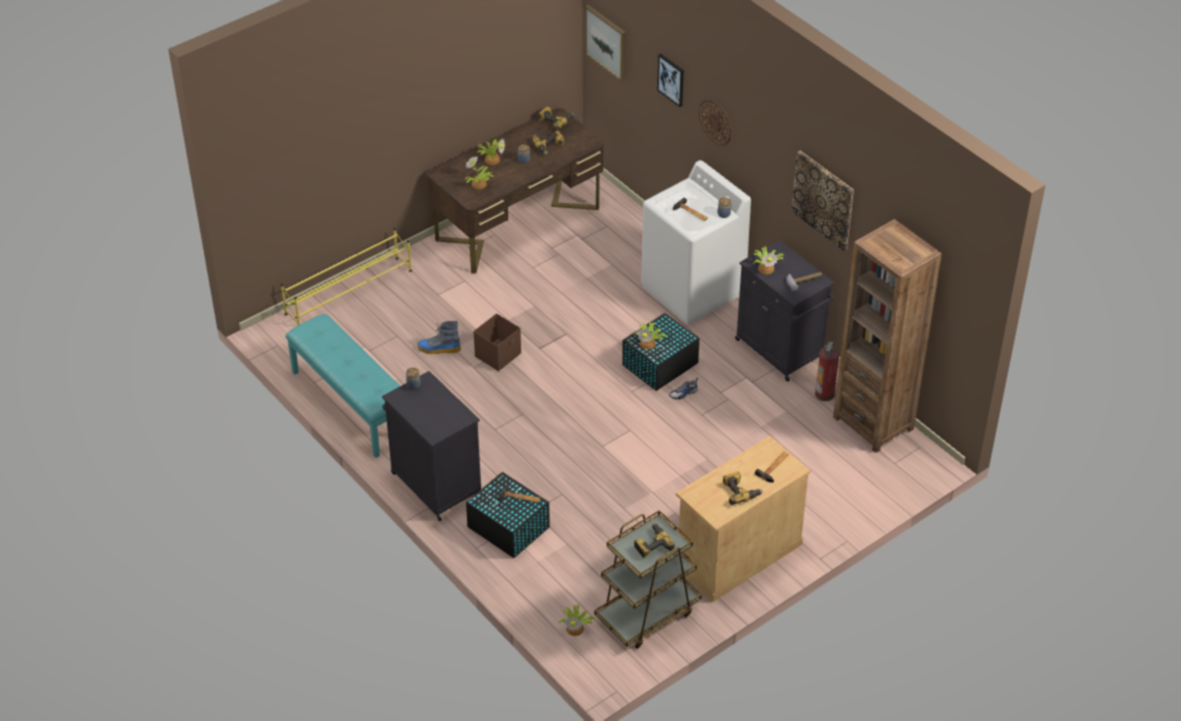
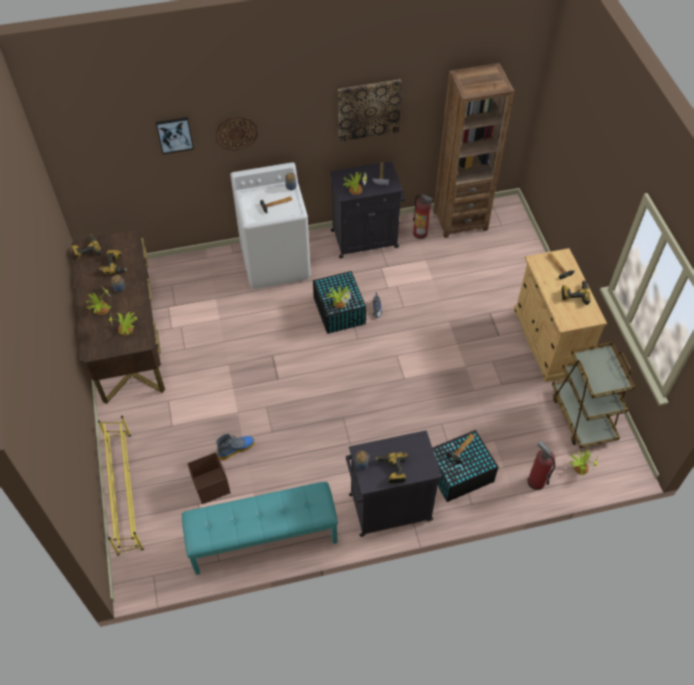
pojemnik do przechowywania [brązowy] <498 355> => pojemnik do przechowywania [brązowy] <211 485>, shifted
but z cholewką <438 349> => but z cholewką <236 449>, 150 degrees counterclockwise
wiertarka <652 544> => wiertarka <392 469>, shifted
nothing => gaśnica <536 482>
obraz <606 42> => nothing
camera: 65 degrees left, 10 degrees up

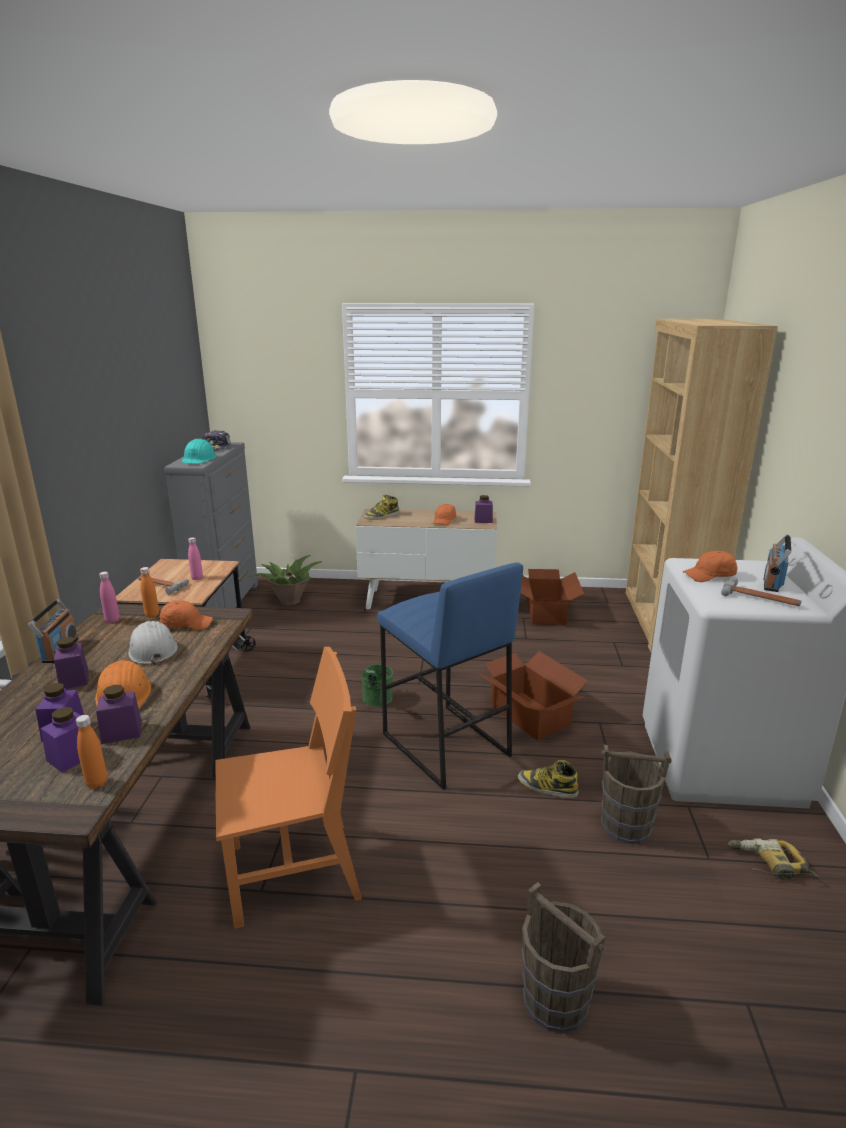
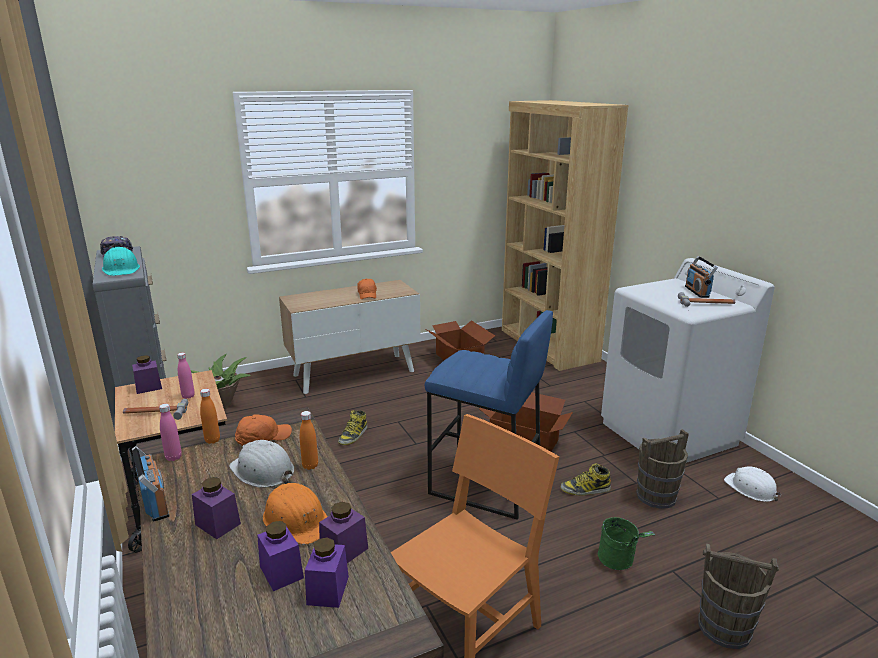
słoik [fioletowy] <483 520> => słoik [fioletowy] <148 387>, shifted
butelka [pomarańczowy] <97 783> => butelka [pomarańczowy] <310 466>, shifted
but z cholewką <381 516> => but z cholewką <353 435>, shifted
wiadro [zielony] <376 702> => wiadro [zielony] <620 562>, shifted
wiertarka <769 865> => kask [biały] <751 488>
czapka z daszkiem [pomarańczowy] <710 576> => nothing
camera: 30 degrees left, 0 degrees up

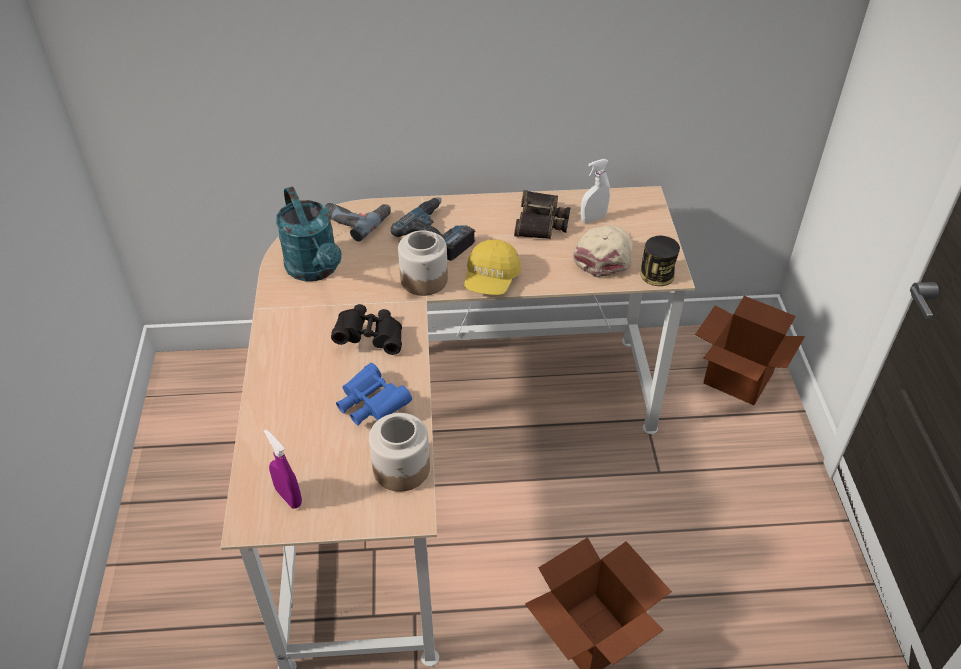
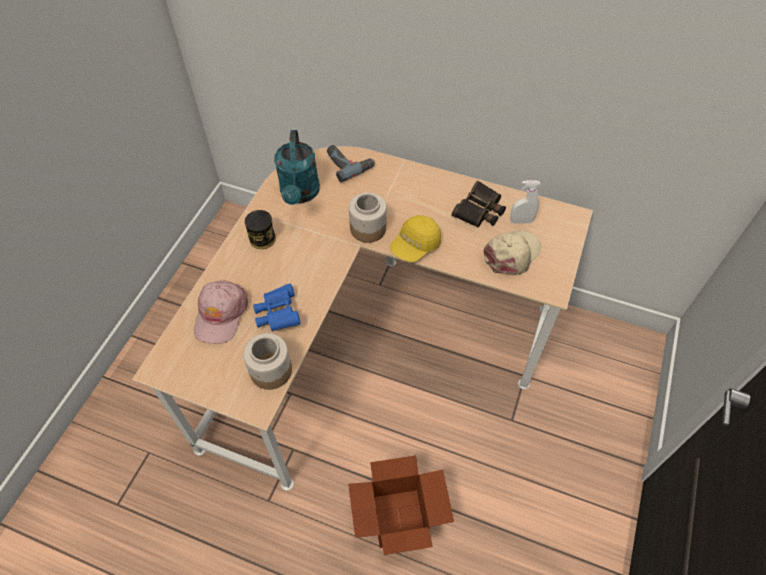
nothing => czapka z daszkiem [różowy] <220 315>
puszka <657 274> => puszka <262 238>, shifted
spryskiwacz [fioletowy] <288 497> => nothing
lornetka [czarny] <370 338> => nothing
wiertarka <439 234> => nothing
karton <738 378> => nothing
camera: 25 degrees right, 10 degrees up

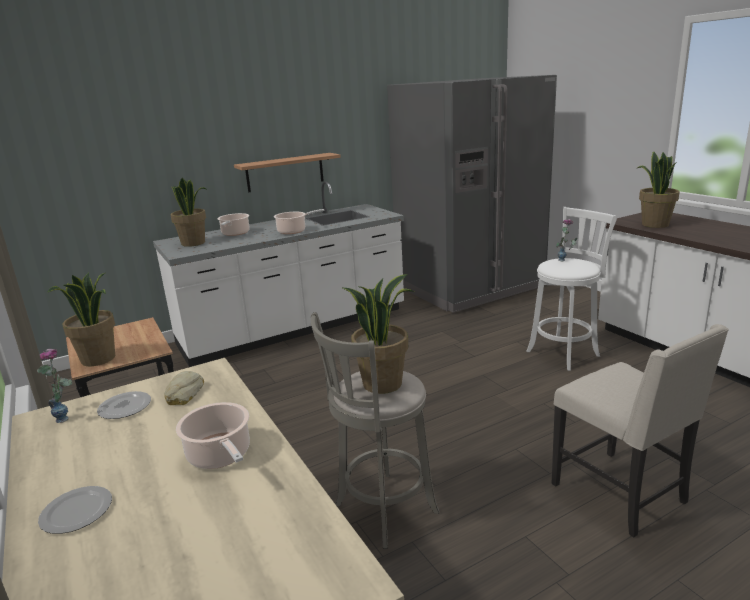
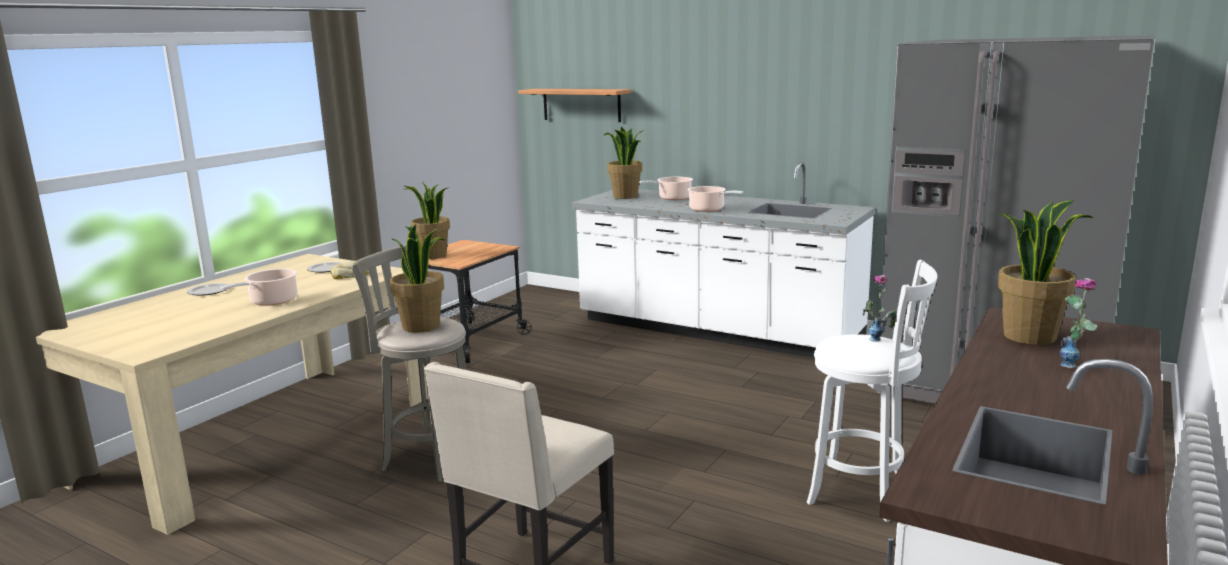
półka <285 172> => półka <581 105>, shifted
wazon <66 415> => wazon <1074 364>, shifted
camera: 60 degrees right, 5 degrees down

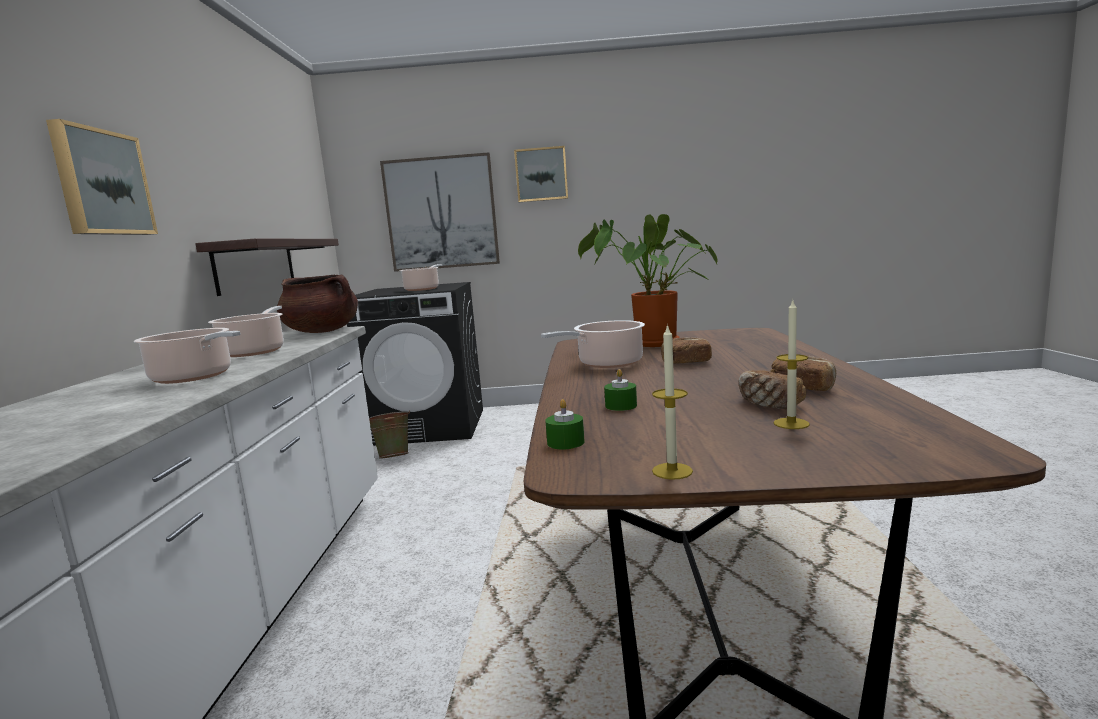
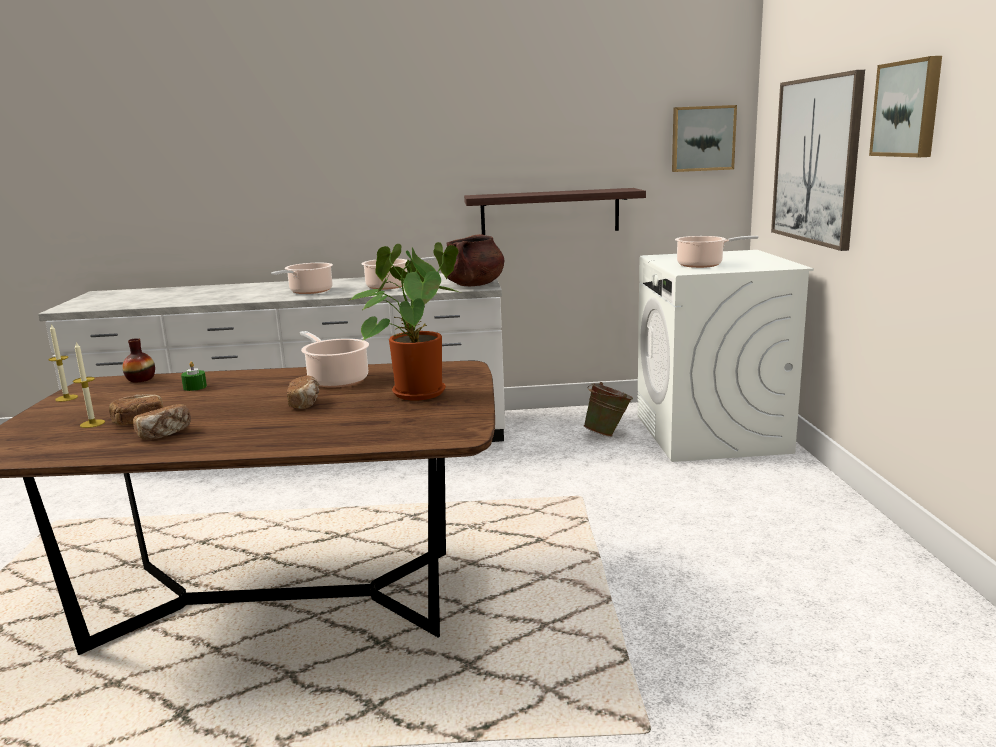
świeca [zielony] <565 442> => wazon <141 379>
pralka [czarny] <429 426> => pralka [biały] <711 434>
obraz <101 183> => obraz <702 138>, shifted
camera: 85 degrees right, 5 degrees up

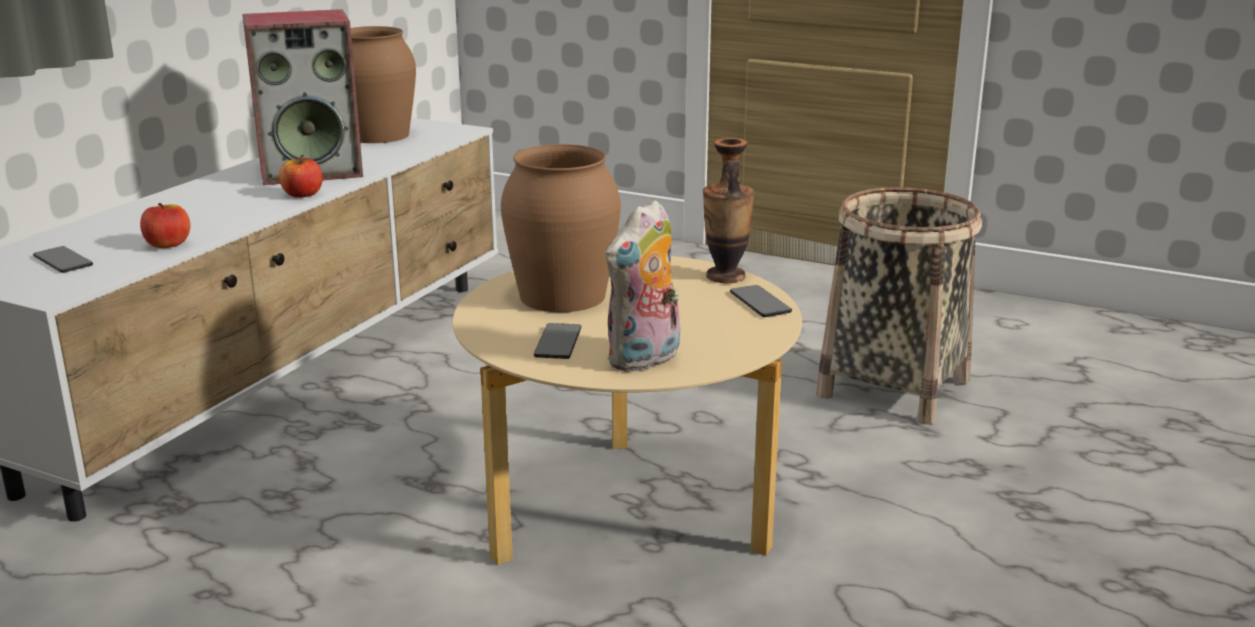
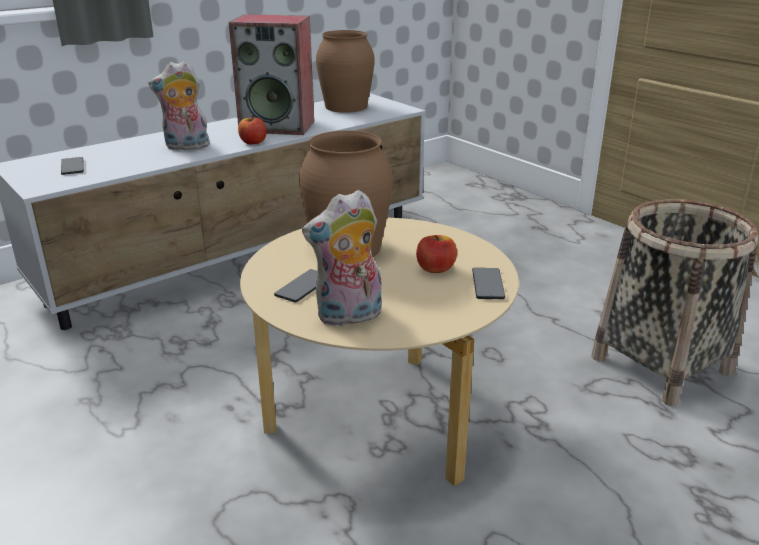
nothing => pluszak <186 147>
jabłko <168 244> => jabłko <435 269>, shifted
wazon <725 277> => nothing
camera: 25 degrees right, 5 degrees up

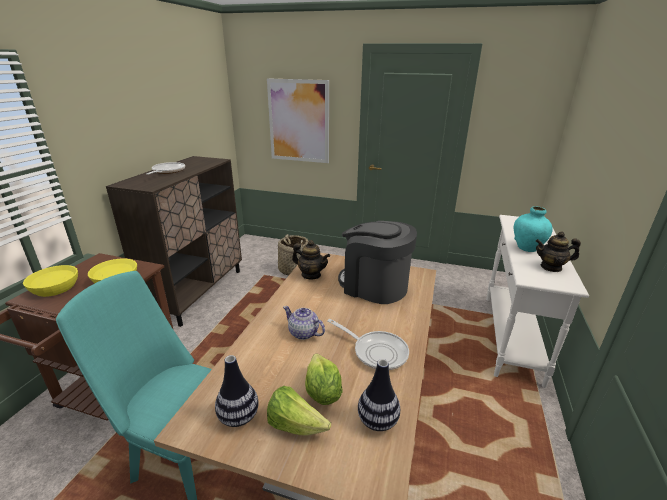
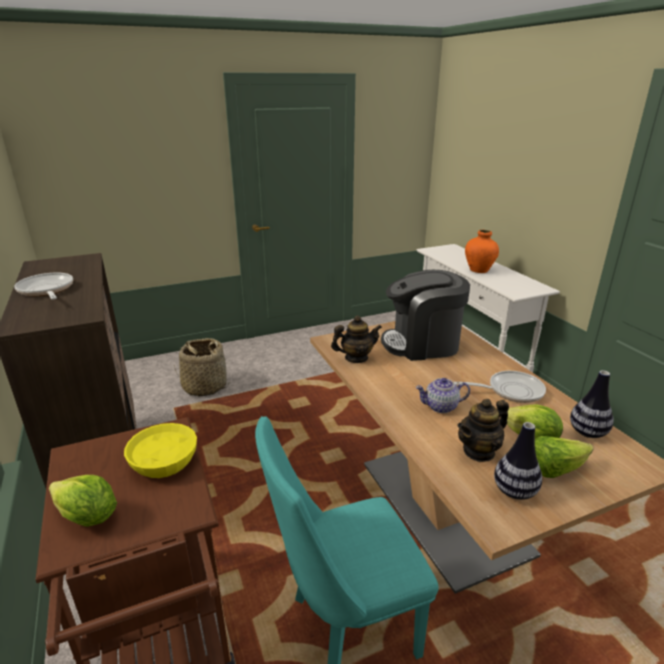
miska [żółty] <55 288> => sałata <87 517>
imbryk <551 267> => imbryk <479 451>, shifted
wazon [turkusowy] <527 248> => wazon [pomarańczowy] <478 270>
obraz <299 121> => nothing
camera: 40 degrees left, 0 degrees up

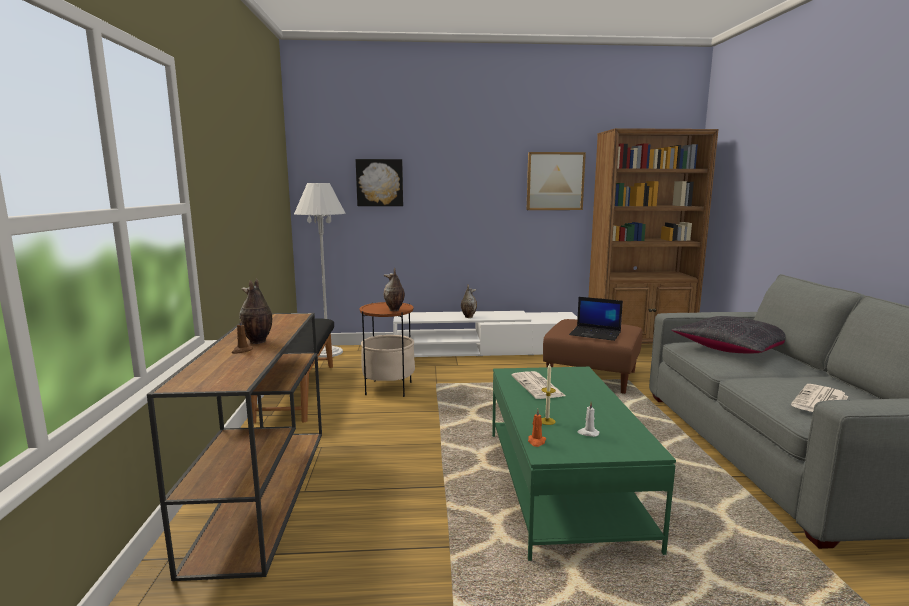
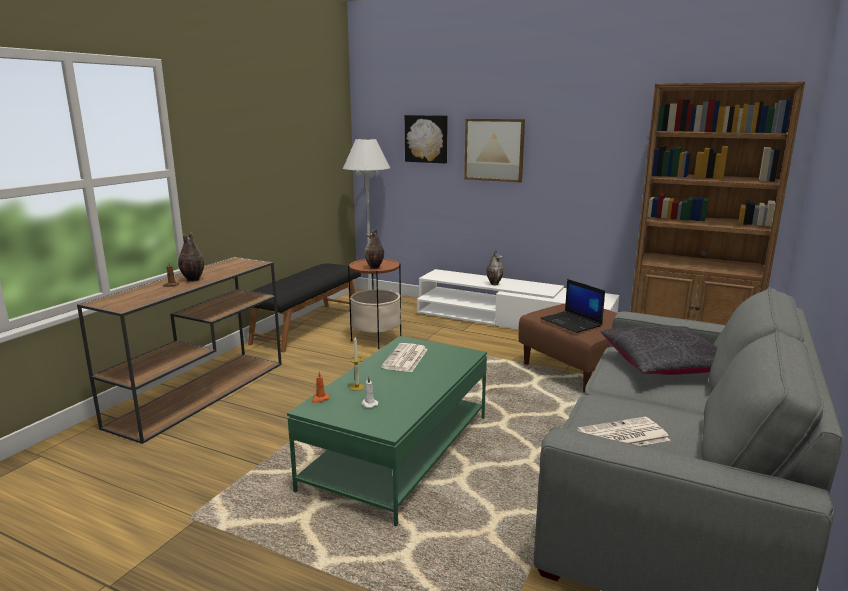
obraz <555 181> => obraz <494 150>, shifted
camera: 30 degrees right, 5 degrees up

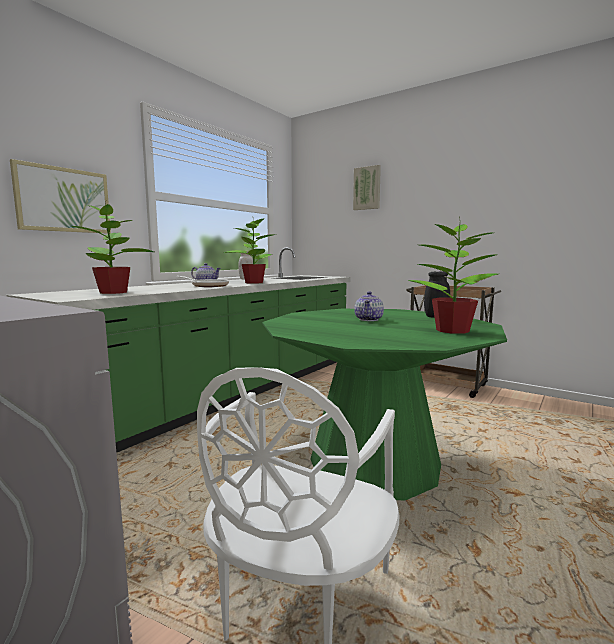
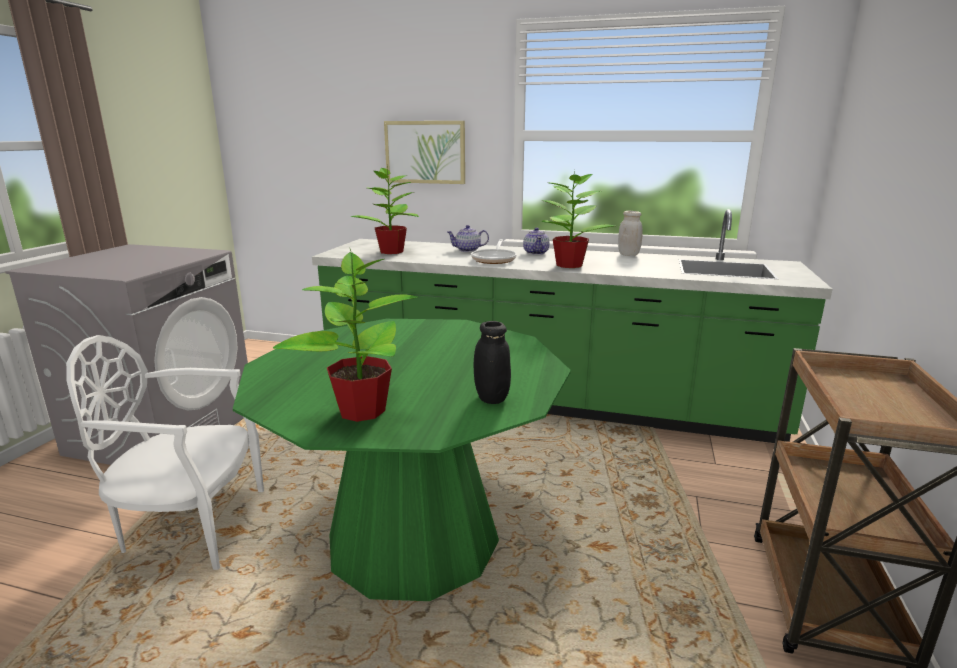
imbryk <369 319> => imbryk <468 250>, shifted
obraz <367 188> => nothing
camera: 70 degrees right, 10 degrees up

